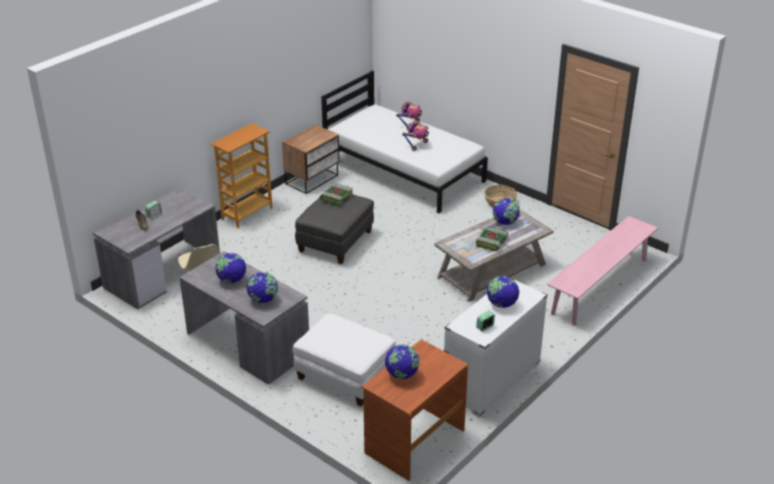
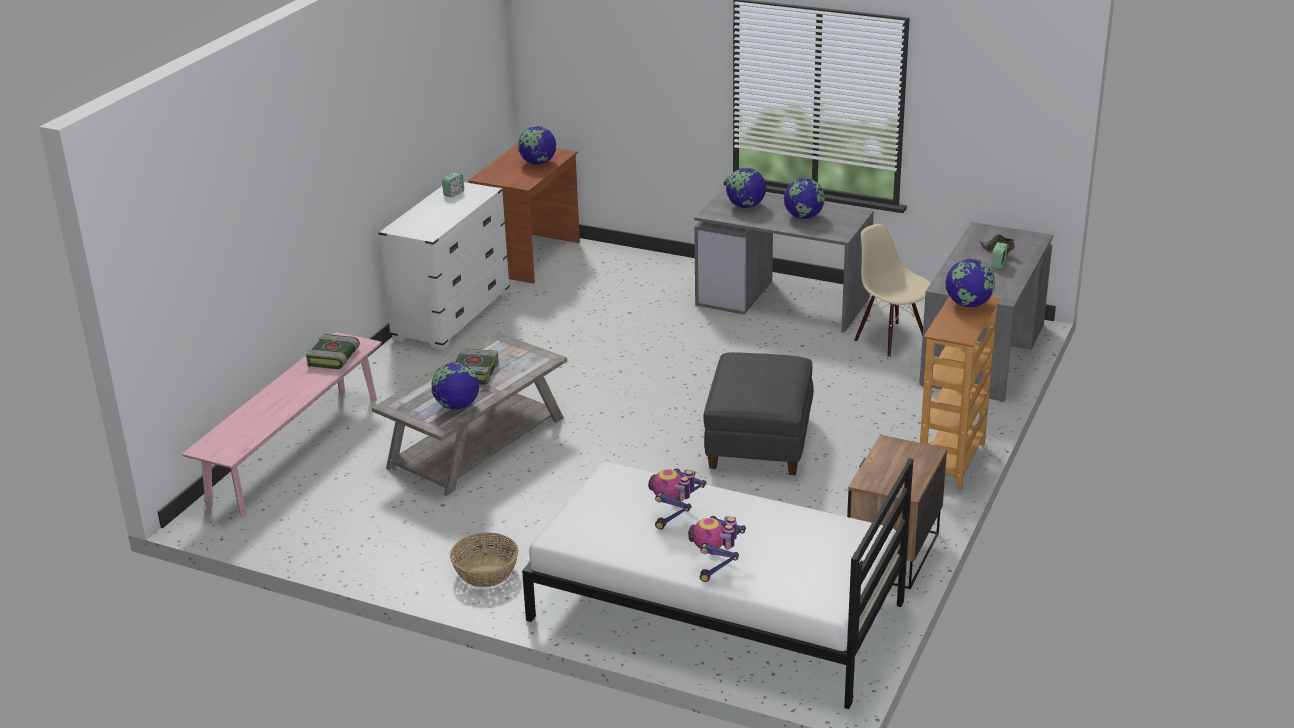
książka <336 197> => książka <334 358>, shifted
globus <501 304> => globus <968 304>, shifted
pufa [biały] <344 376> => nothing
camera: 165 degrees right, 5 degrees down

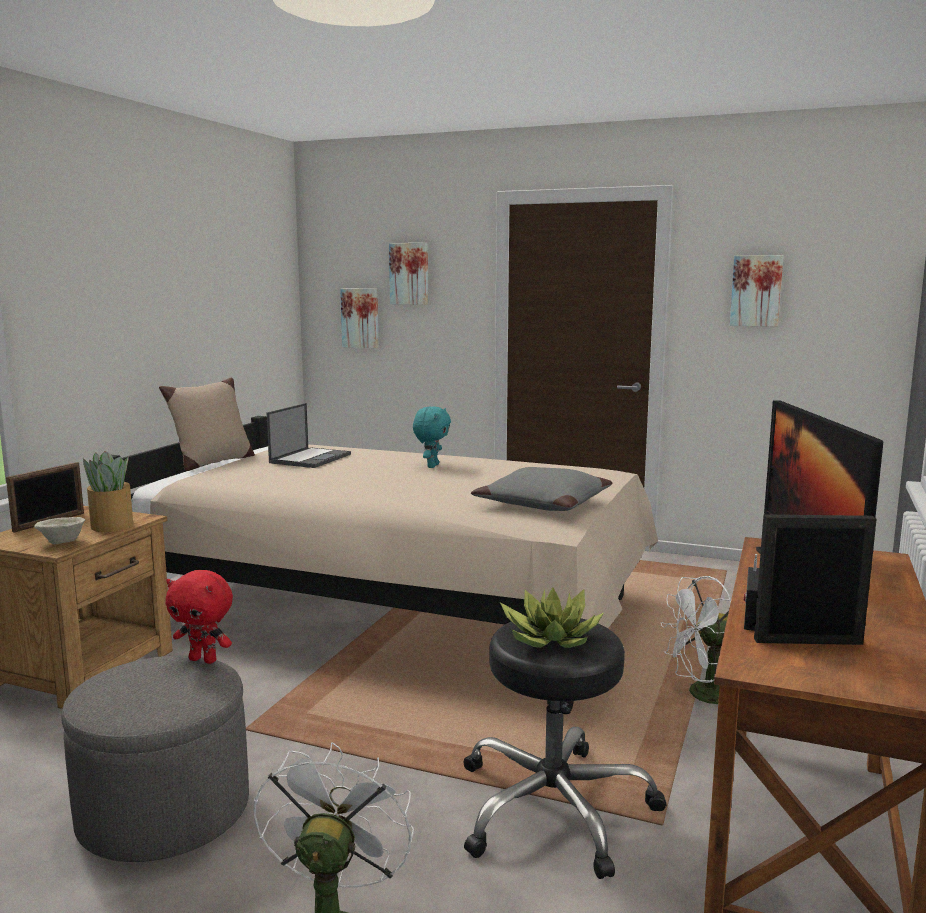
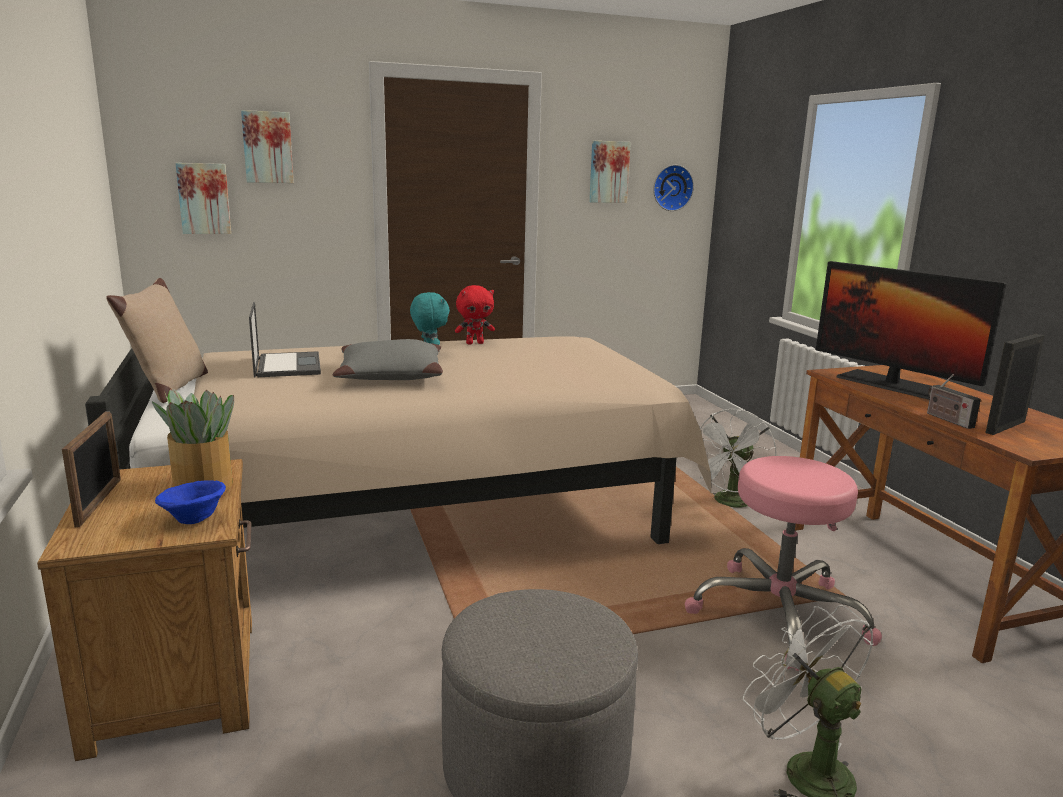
miska [beżowy] <61 543> => miska [niebieski] <194 520>
poduszka [szary] <542 504> => poduszka [szary] <390 375>, shifted
pluszak [czerwony] <204 660> => pluszak [czerwony] <475 343>, shifted
nothing => zegar ścienny <671 187>
stołek [czarny] <554 808> => stołek [różowy] <779 614>
roślina doniczkowa <548 638> => nothing
camera: 40 degrees left, 5 degrees up

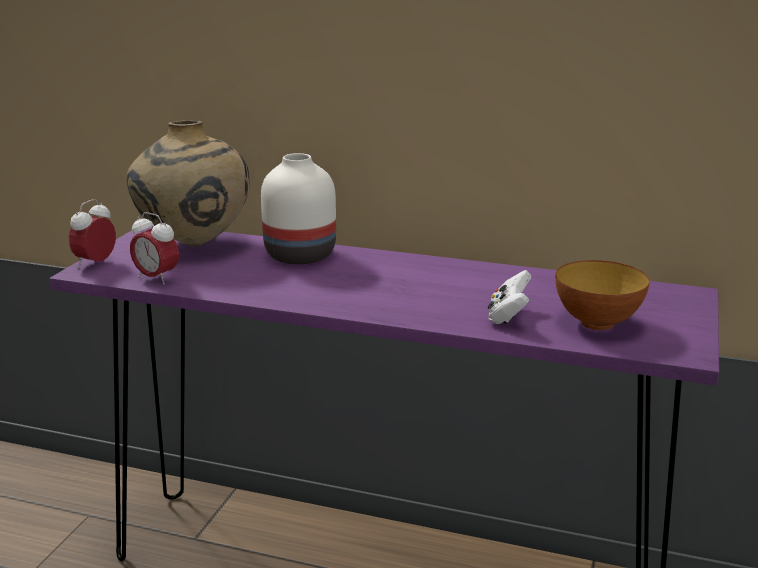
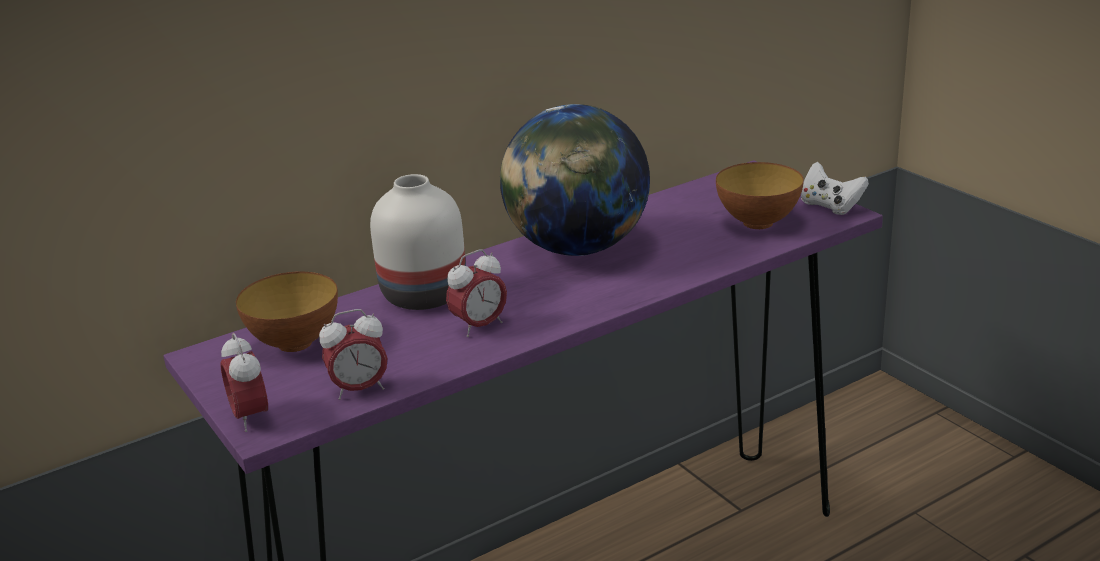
wazon [beżowy] <193 245> => miska <295 343>
nothing => budzik <479 326>
nothing => globus <577 249>
pad do gier [biały] <508 316> => pad do gier [biały] <830 206>, shifted
camera: 50 degrees left, 5 degrees up

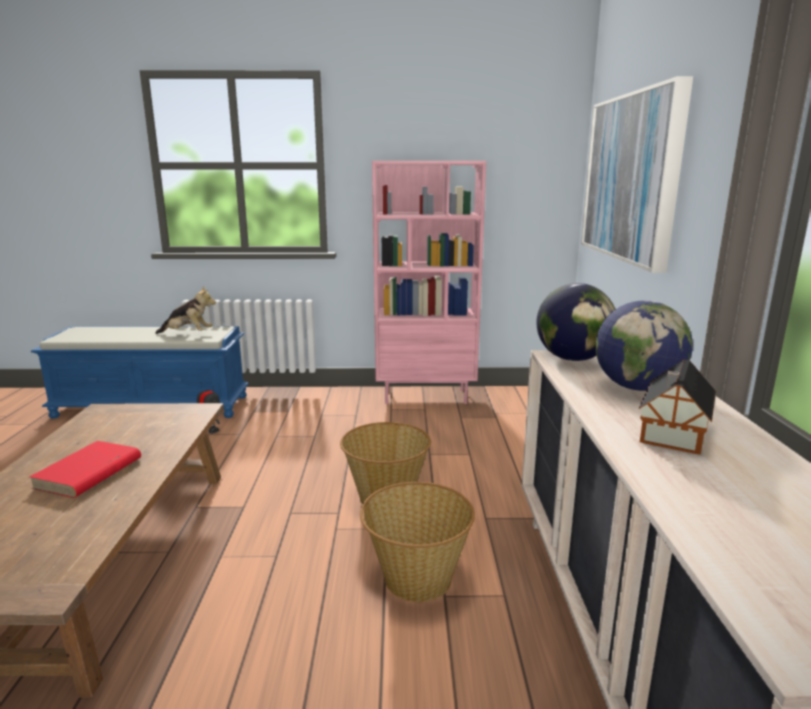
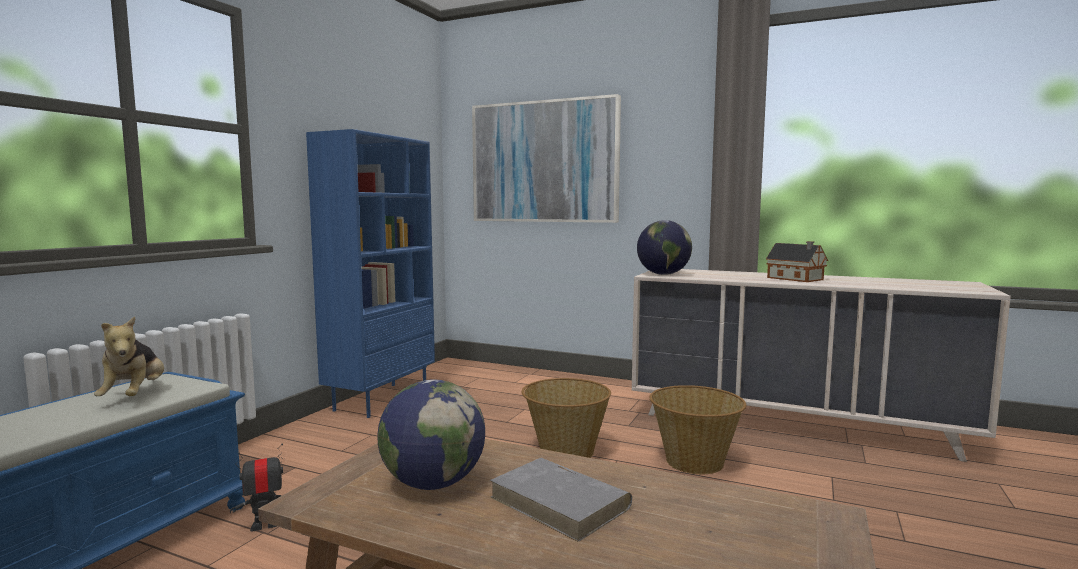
pluszak <188 334> => pluszak <135 396>, 135 degrees clockwise
regał [różowy] <426 396> => regał [niebieski] <381 399>
globus <637 387> => globus <433 483>, shifted
książka [czerwony] <88 474> => książka [szary] <560 503>
camera: 65 degrees left, 10 degrees down

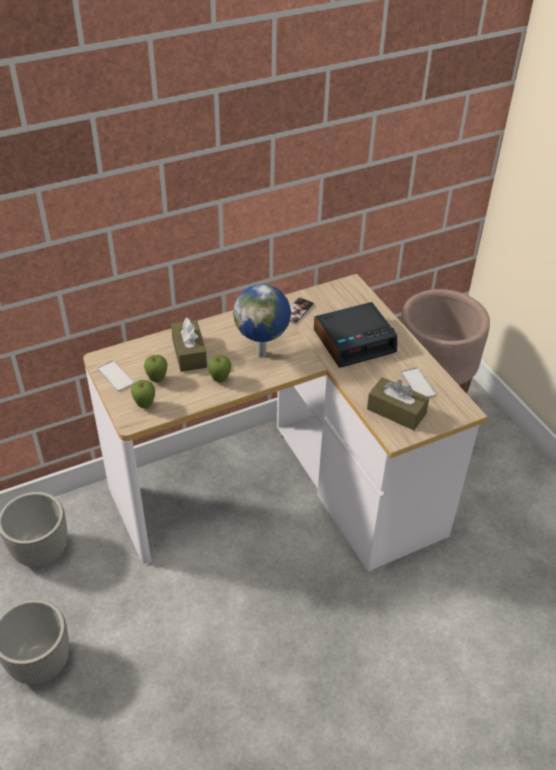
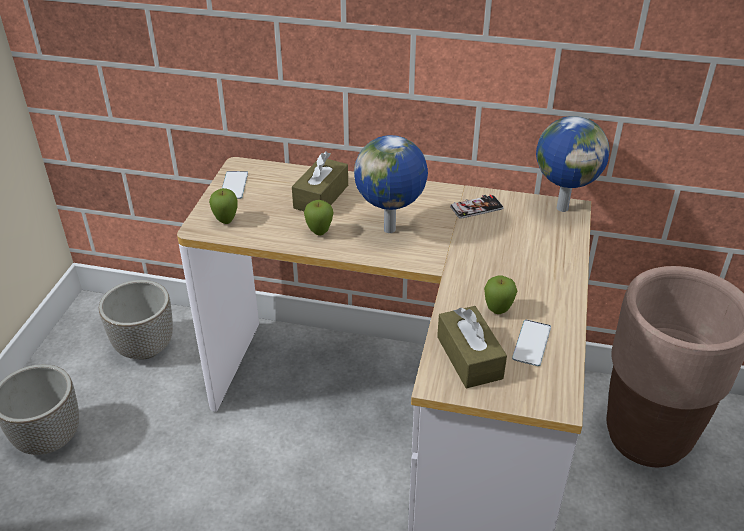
jabłko <157 380> => jabłko <497 311>, shifted
nothing => globus <561 207>
budzik <354 341> => nothing
camera: 40 degrees right, 5 degrees down

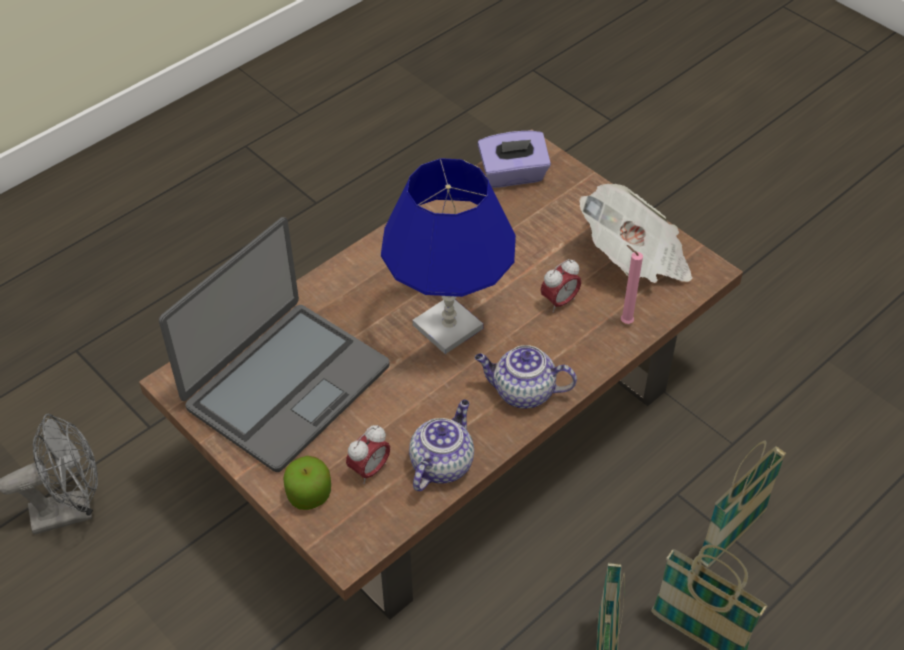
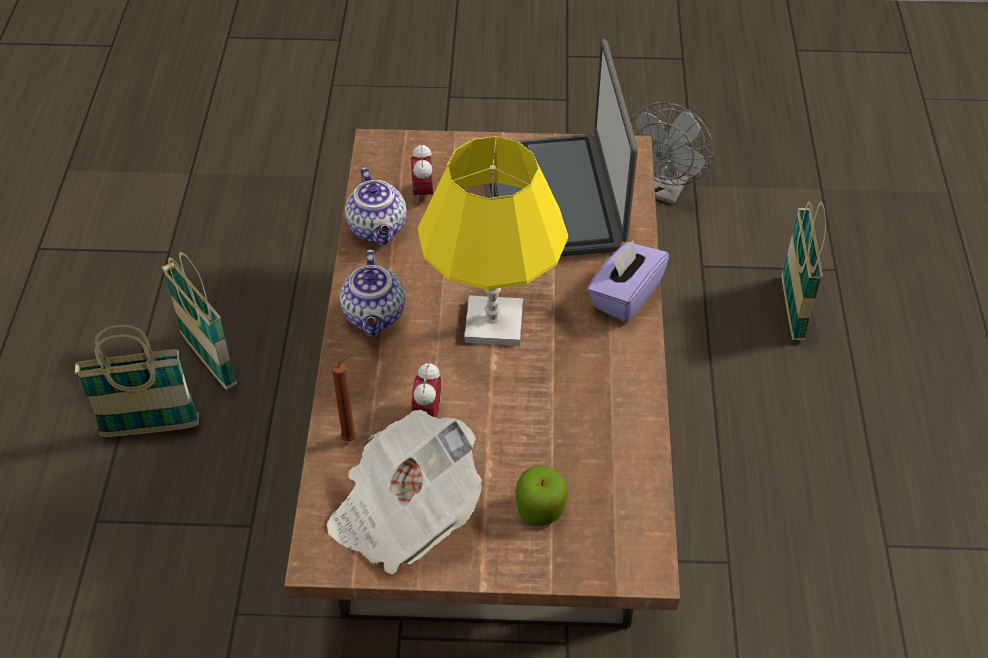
świeca [różowy] <624 321> => świeca [brązowy] <351 438>
imbryk <522 392> => imbryk <375 316>, 120 degrees clockwise
lampa stołowa [niebieski] <448 327> => lampa stołowa [żółty] <493 323>
jabłko <309 494> => jabłko <540 508>, shifted
pudełko chusteczek [fioletowy] <513 175> => pudełko chusteczek [fioletowy] <625 296>, shifted
koszyk <731 536> => koszyk <792 309>, shifted
camera: 135 degrees right, 0 degrees up

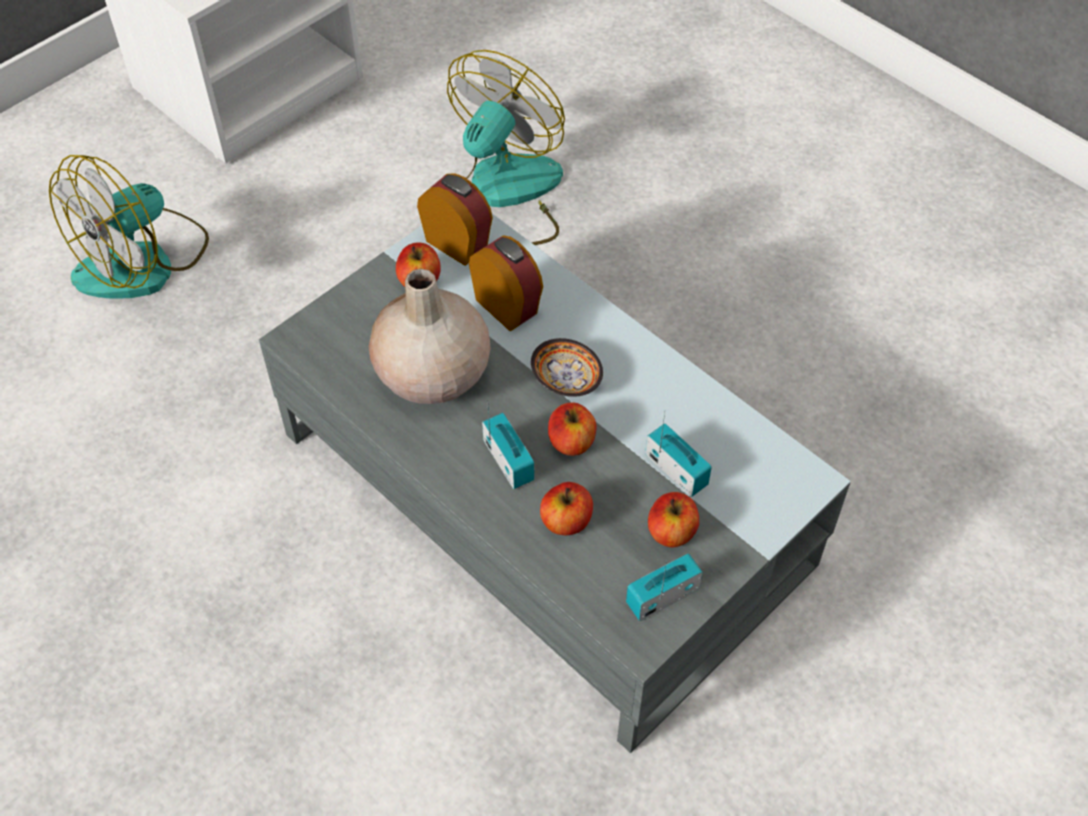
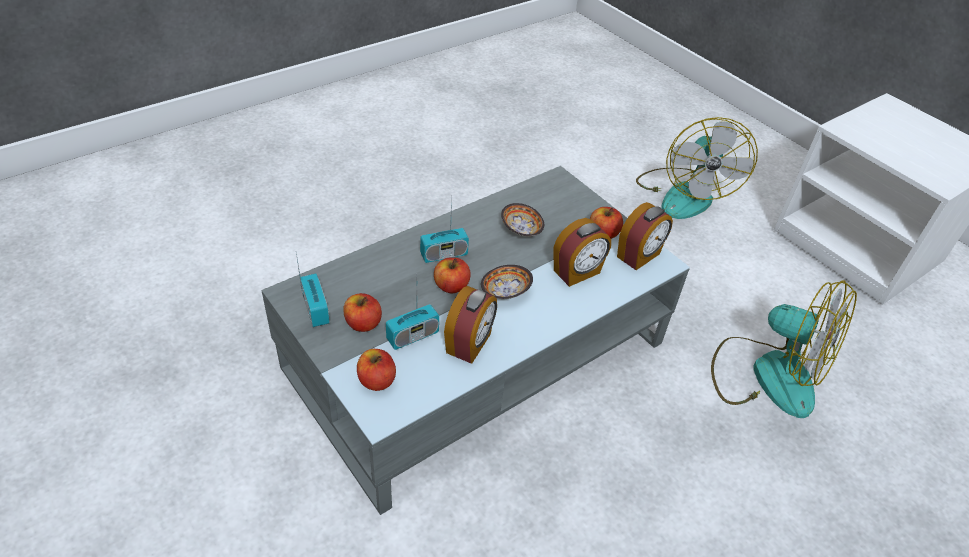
jabłko <566 521> => jabłko <376 380>, shifted
nothing => budzik <469 344>
wazon [beżowy] <432 374> => miska <521 230>
wentylator <143 261> => wentylator <684 193>, 135 degrees counterclockwise
camera: 95 degrees right, 10 degrees down

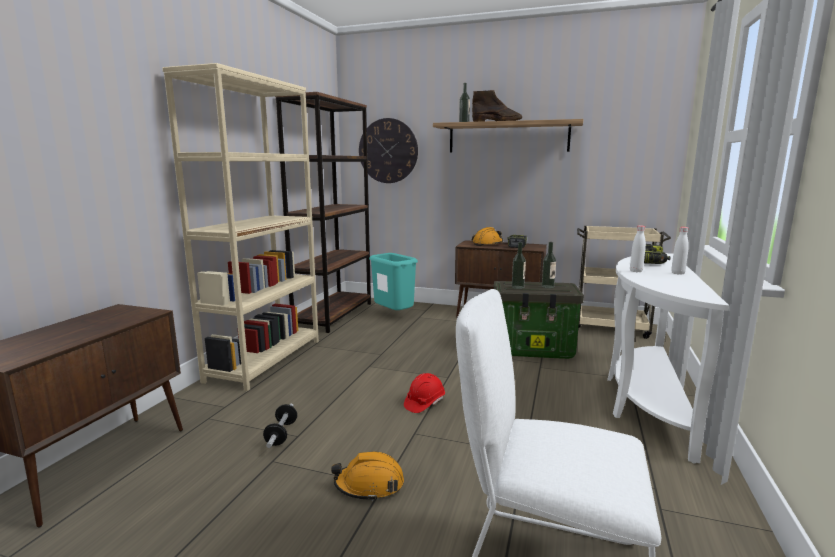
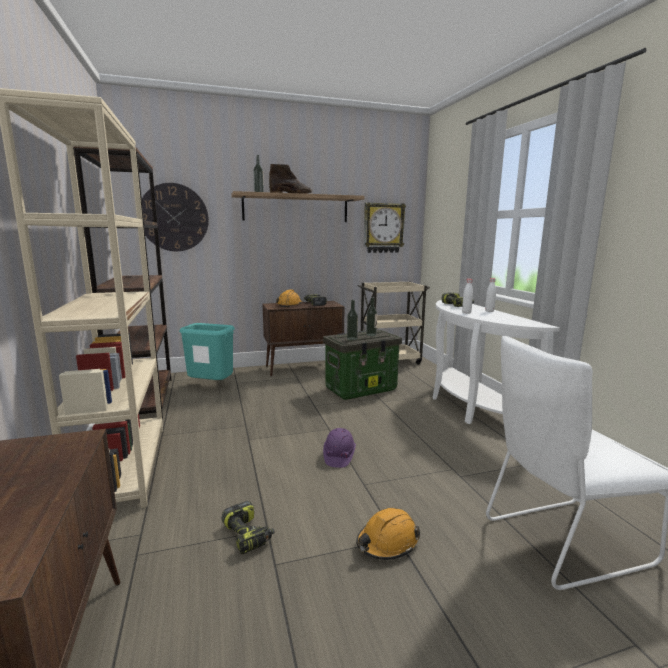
hantel <281 434> => wiertarka <248 535>
kask [czerwony] <424 403> => kask [fioletowy] <338 456>
nothing => zegar ścienny <383 228>
camera: 35 degrees left, 0 degrees up

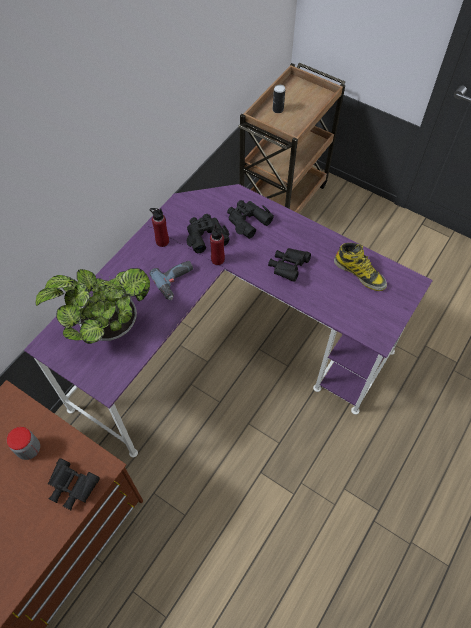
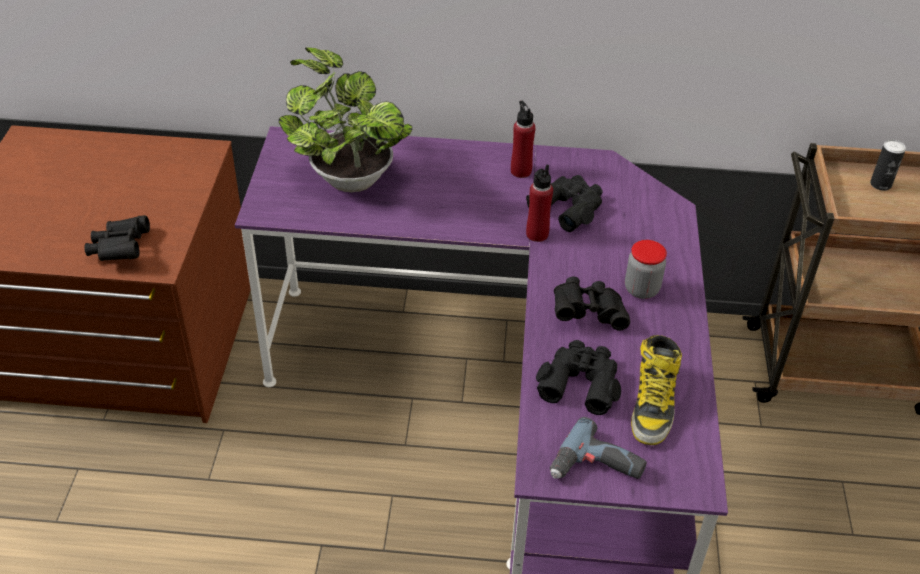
lornetka [czarny] <247 221> => lornetka [czarny] <580 382>, shifted
wiertarka <176 281> => wiertarka <597 469>, shifted
słoik <29 449> => słoik <641 289>, shifted
camera: 60 degrees right, 15 degrees down

